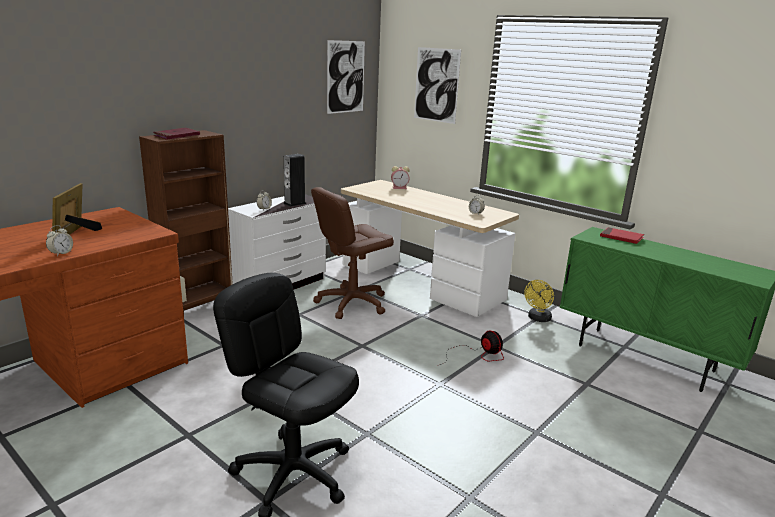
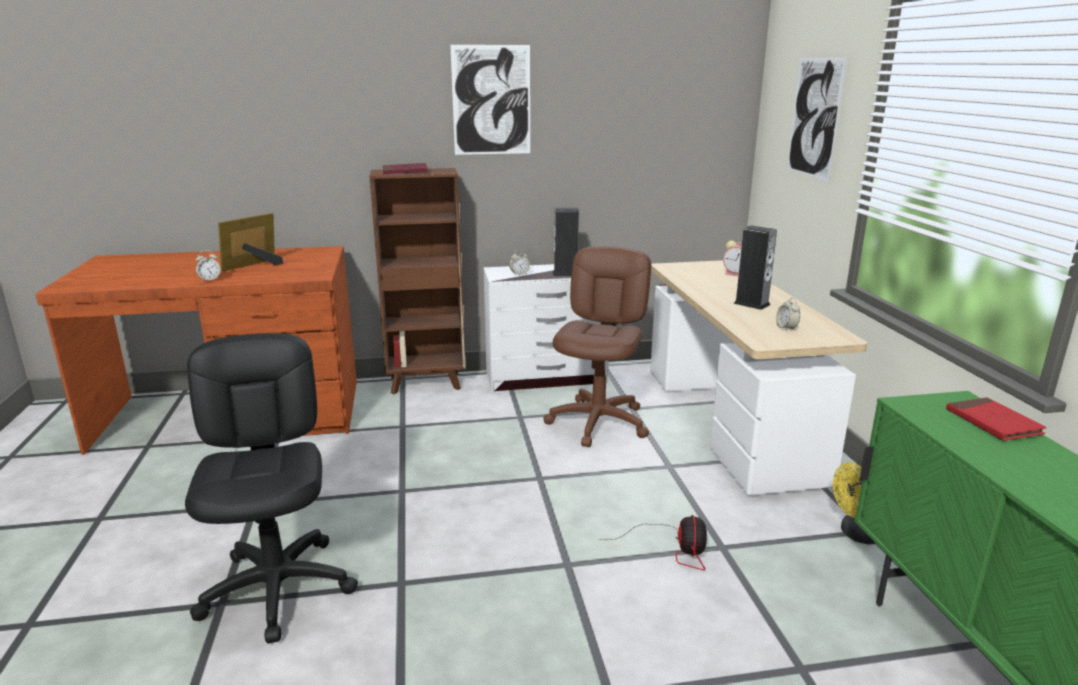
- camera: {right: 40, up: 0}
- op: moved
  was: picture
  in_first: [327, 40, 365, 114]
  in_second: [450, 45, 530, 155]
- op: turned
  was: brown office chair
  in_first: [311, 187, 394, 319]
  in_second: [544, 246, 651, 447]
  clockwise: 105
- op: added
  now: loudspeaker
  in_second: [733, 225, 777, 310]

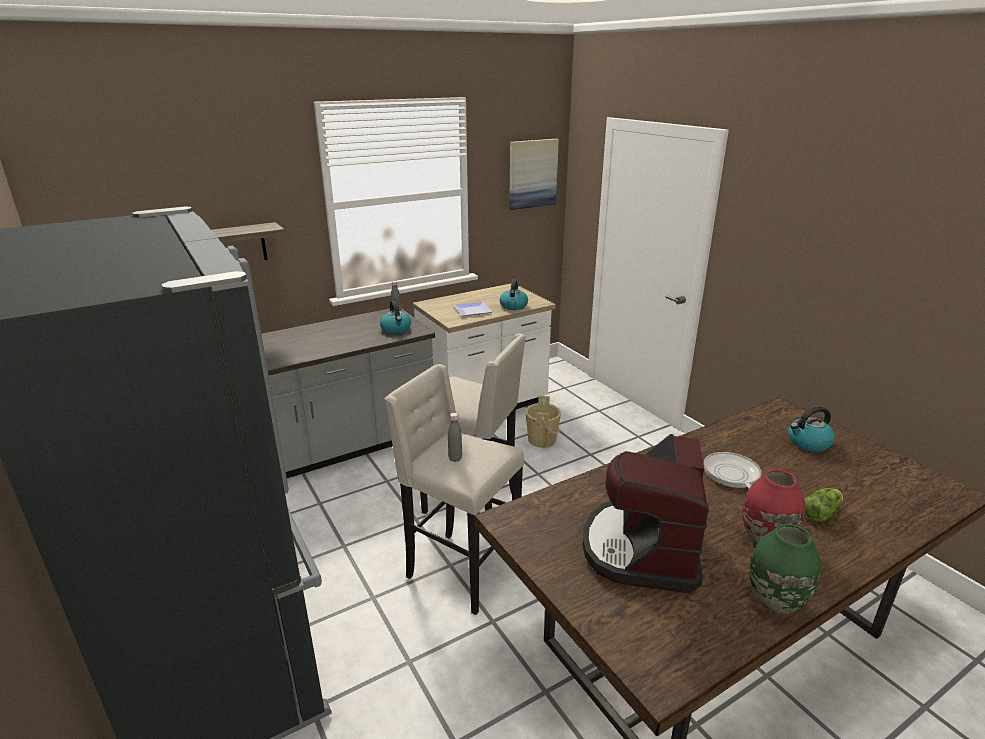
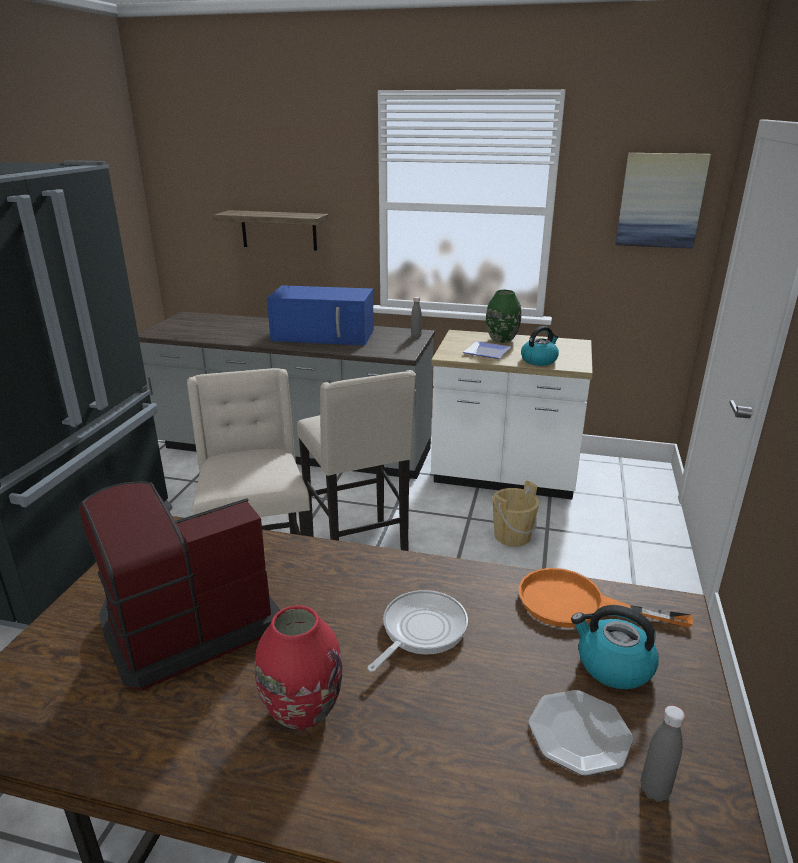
- camera: {right: 45, up: 0}
- op: added
  now: blue-coloured kitchen microwave
  in_second: [267, 285, 374, 345]
- op: moved
  was: green flower vase
  in_first: [750, 524, 821, 614]
  in_second: [486, 290, 521, 343]
- op: added
  now: orangey skillet
  in_second: [519, 568, 693, 628]
- op: added
  now: dinner plate
  in_second: [528, 690, 634, 776]
- op: moved
  was: gray bottle
  in_first: [448, 413, 462, 462]
  in_second: [641, 706, 685, 802]
- op: removed
  was: tea kettle
  in_first: [380, 300, 411, 334]
- op: removed
  was: lettuce
  in_first: [804, 488, 843, 522]

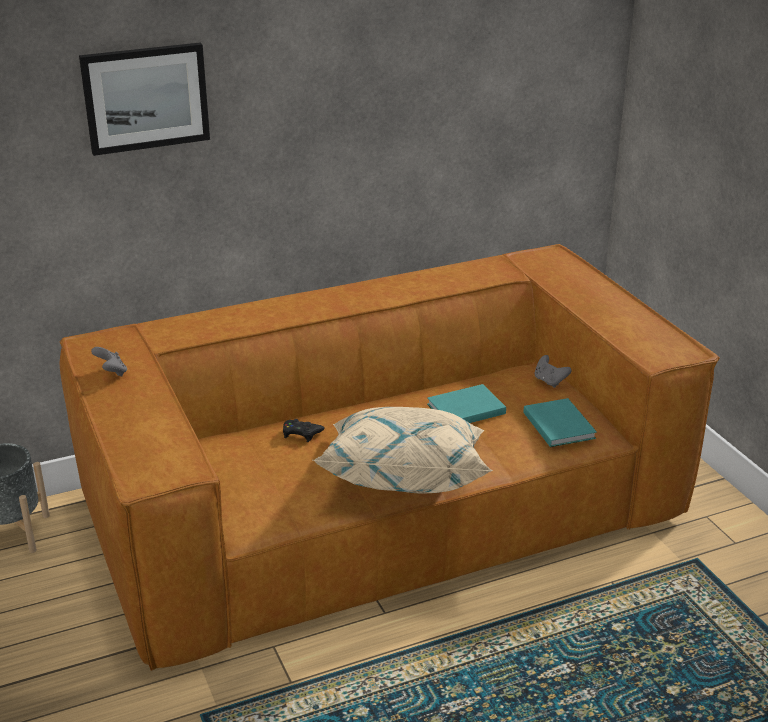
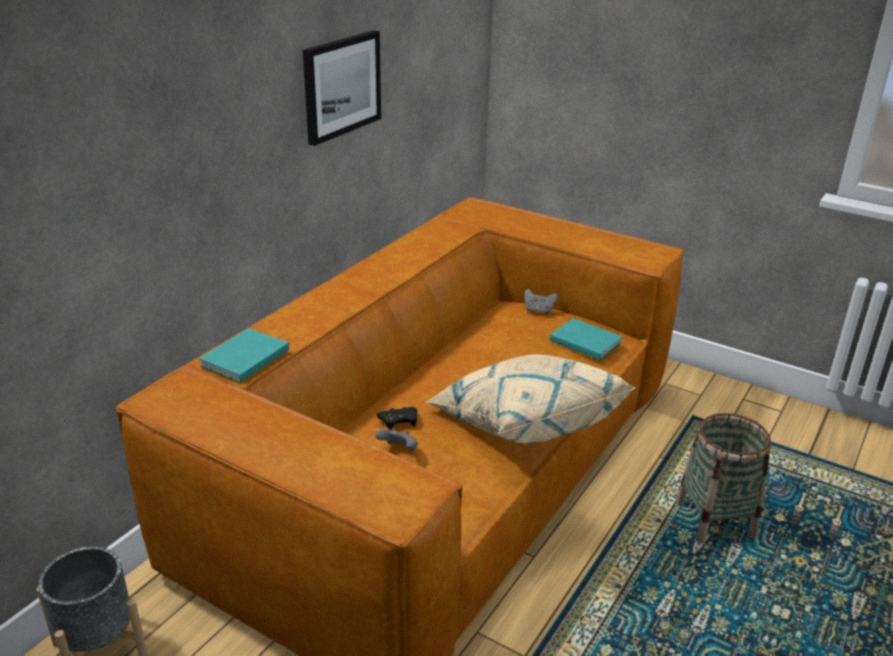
- camera: {right: -35, up: 0}
- op: moved
  was: turquoise-coloured bound book
  in_first: [427, 384, 506, 423]
  in_second: [199, 328, 289, 383]
- op: moved
  was: picture
  in_first: [79, 43, 210, 156]
  in_second: [303, 30, 381, 146]
- op: moved
  was: gray gamepad
  in_first: [91, 347, 127, 376]
  in_second: [375, 429, 418, 451]
- op: added
  now: household basket
  in_second: [676, 413, 771, 543]

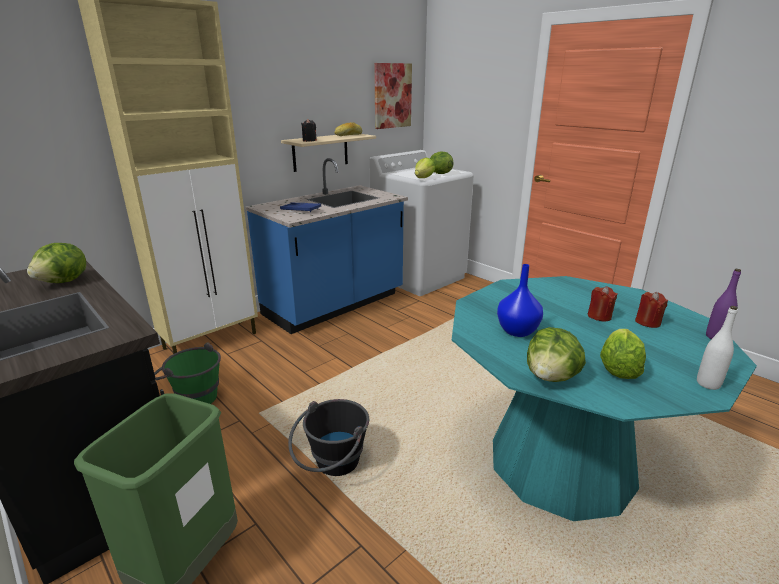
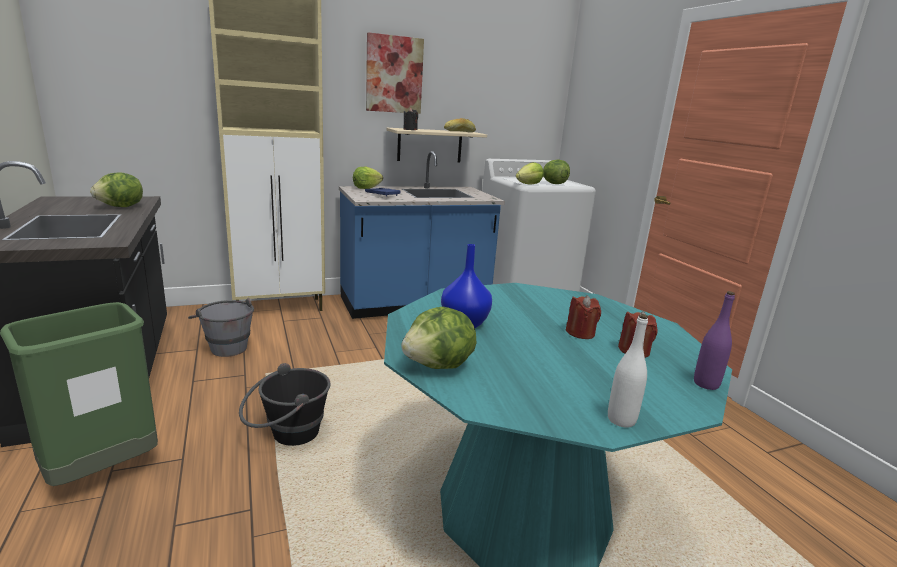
- camera: {right: 20, up: -5}
- op: recoloured
  was: green pail
  now: gray pail
  in_first: [154, 342, 221, 404]
  in_second: [188, 298, 254, 357]
- op: moved
  was: lettuce
  in_first: [600, 329, 646, 379]
  in_second: [353, 167, 383, 189]
- op: moved
  was: picture
  in_first: [374, 63, 412, 129]
  in_second: [366, 32, 424, 114]

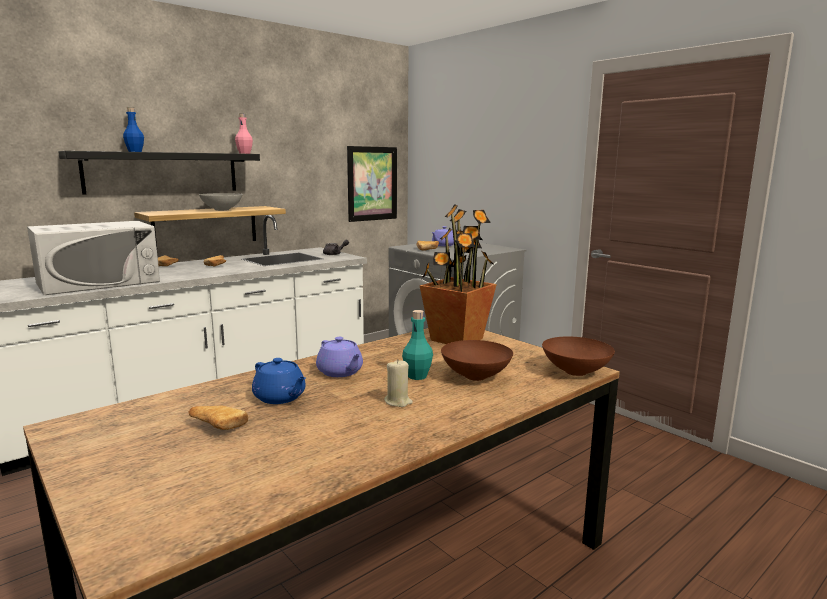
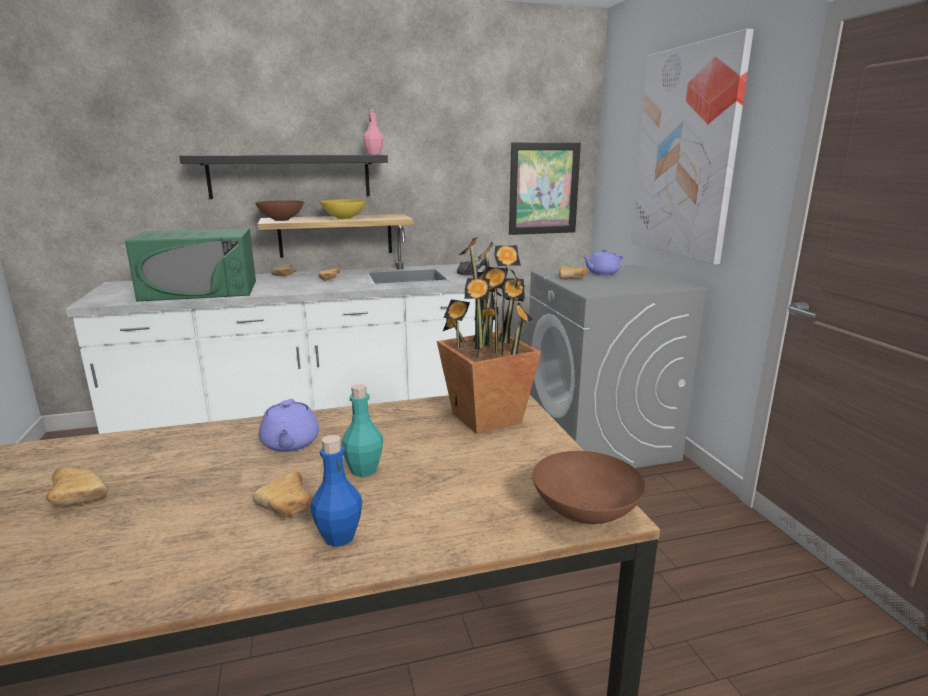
- camera: {right: 25, up: 5}
- op: recoloured
  was: white-coloured kitchen microwave
  now: green kitchen microwave
  in_first: [27, 221, 160, 295]
  in_second: [125, 228, 256, 302]
- op: replaced
  was: beige-coloured wax candle
  now: baked bread
  in_first: [384, 360, 413, 407]
  in_second: [253, 472, 313, 518]
- op: moved
  was: brown serving bowl
  in_first: [441, 340, 513, 381]
  in_second: [255, 200, 304, 221]
- op: moved
  was: blue-coloured bottle
  in_first: [123, 107, 144, 152]
  in_second: [310, 435, 362, 547]
- op: recoloured
  was: gray serving bowl
  now: yellowish serving bowl
  in_first: [199, 193, 243, 211]
  in_second: [320, 199, 366, 219]
- op: added
  now: picture
  in_second: [631, 29, 754, 265]
- op: removed
  was: blue-coloured teapot
  in_first: [252, 358, 306, 404]

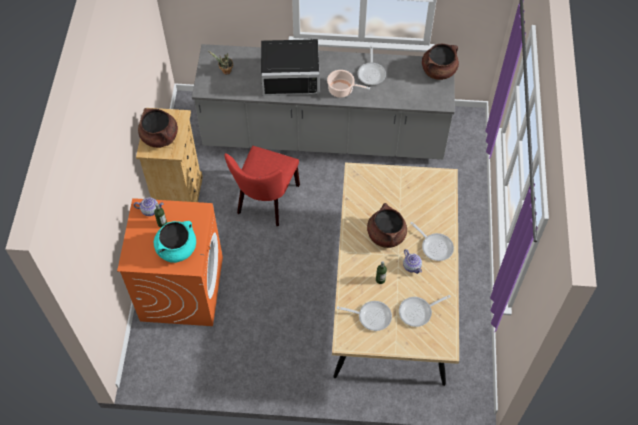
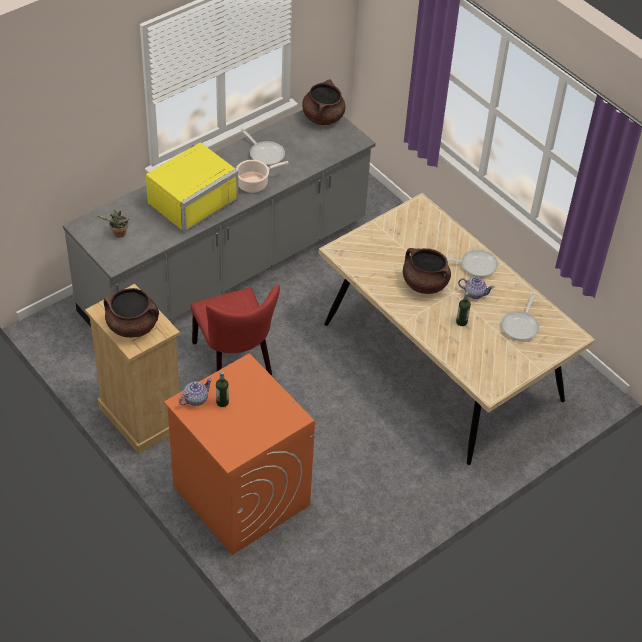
- camera: {right: -45, up: -10}
- op: recoloured
  was: black kitchen microwave
  now: yellowish kitchen microwave
  in_first: [261, 39, 319, 96]
  in_second: [146, 142, 239, 232]
- op: removed
  was: turquoise-coloured saucepot
  in_first: [154, 221, 196, 263]
- op: removed
  was: skillet
  in_first: [337, 301, 392, 331]

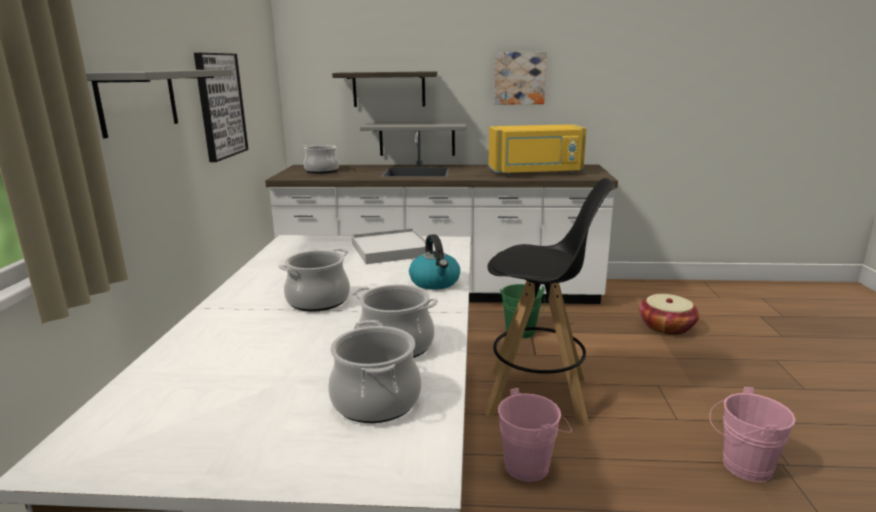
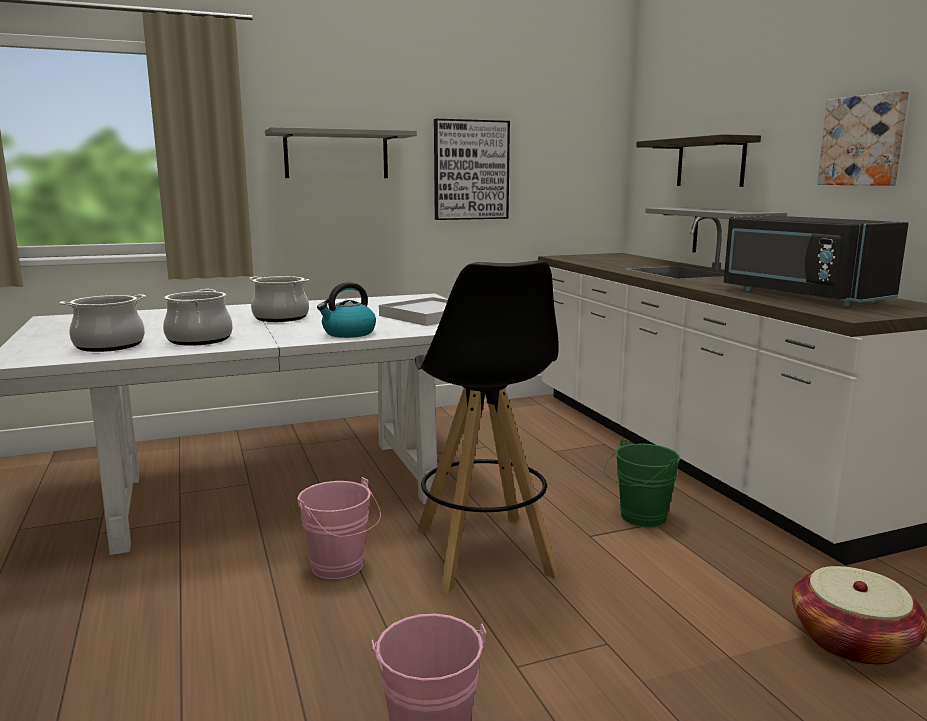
- camera: {right: 65, up: -5}
- op: recoloured
  was: yellowish kitchen microwave
  now: black kitchen microwave
  in_first: [489, 124, 587, 175]
  in_second: [724, 216, 908, 306]
- op: removed
  was: saucepot
  in_first: [303, 145, 339, 174]

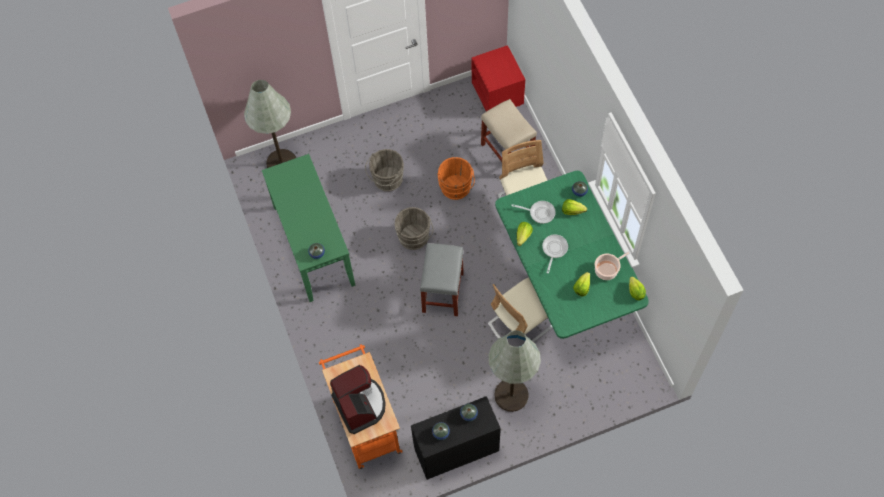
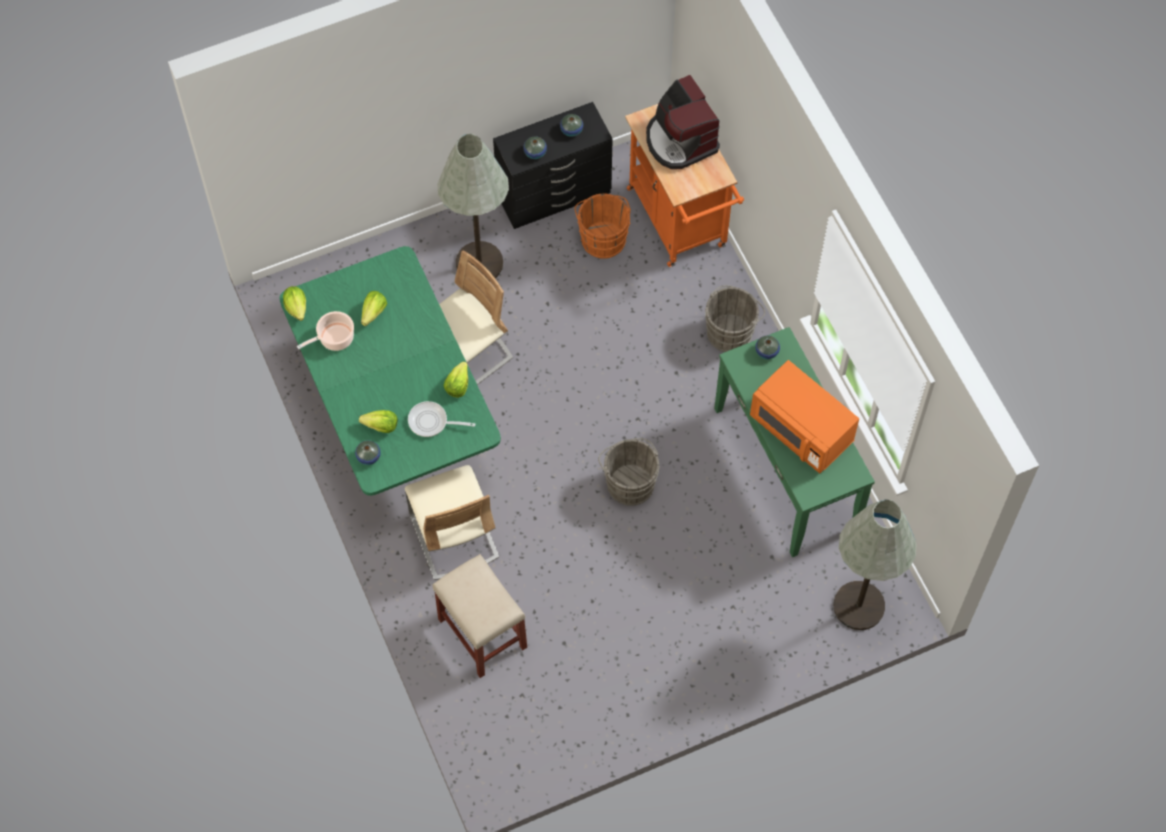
- camera: {right: 175, up: 0}
- op: moved
  was: orangey pail
  in_first: [437, 157, 475, 200]
  in_second: [575, 194, 631, 259]
- op: moved
  was: gray pail
  in_first: [365, 149, 404, 192]
  in_second: [705, 285, 765, 352]
- op: added
  now: orangey kitchen microwave
  in_second: [750, 360, 859, 474]
- op: removed
  was: gray sitting stool
  in_first: [420, 243, 464, 316]
- op: removed
  was: reddish bedside table
  in_first: [472, 45, 525, 112]
- op: removed
  was: skillet
  in_first: [542, 234, 568, 273]

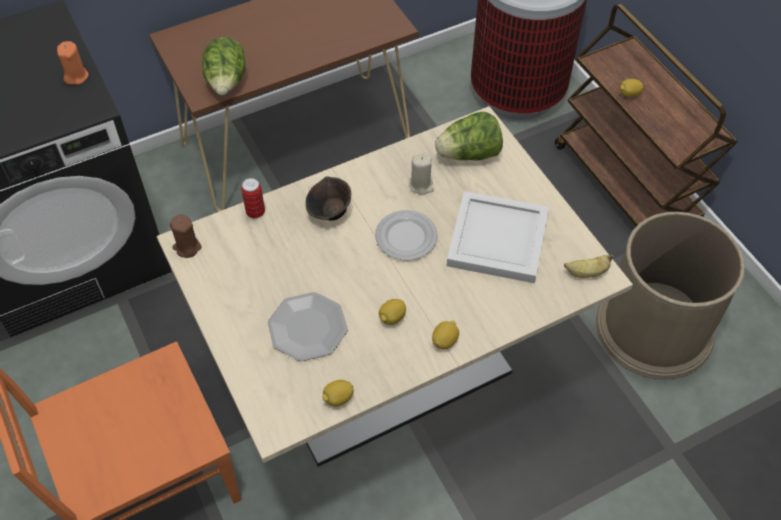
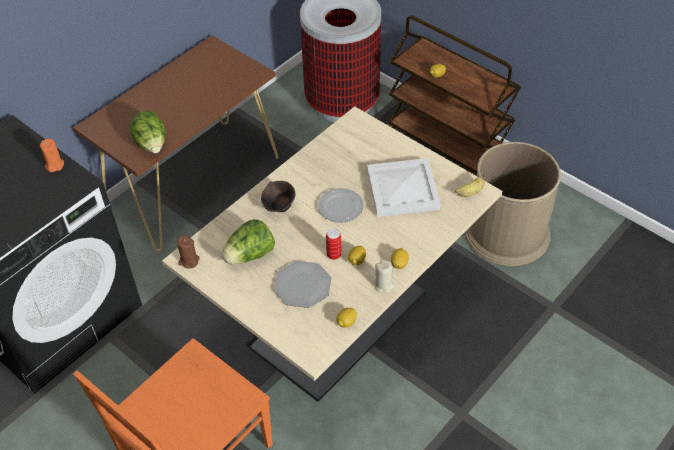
- camera: {right: -20, up: -5}
- op: moved
  was: lettuce
  in_first: [435, 112, 503, 161]
  in_second: [221, 219, 275, 264]
- op: moved
  was: sealed can
  in_first: [241, 178, 265, 218]
  in_second: [326, 228, 342, 260]
- op: moved
  was: beige-coloured wax candle
  in_first: [409, 153, 434, 195]
  in_second: [373, 260, 395, 293]

